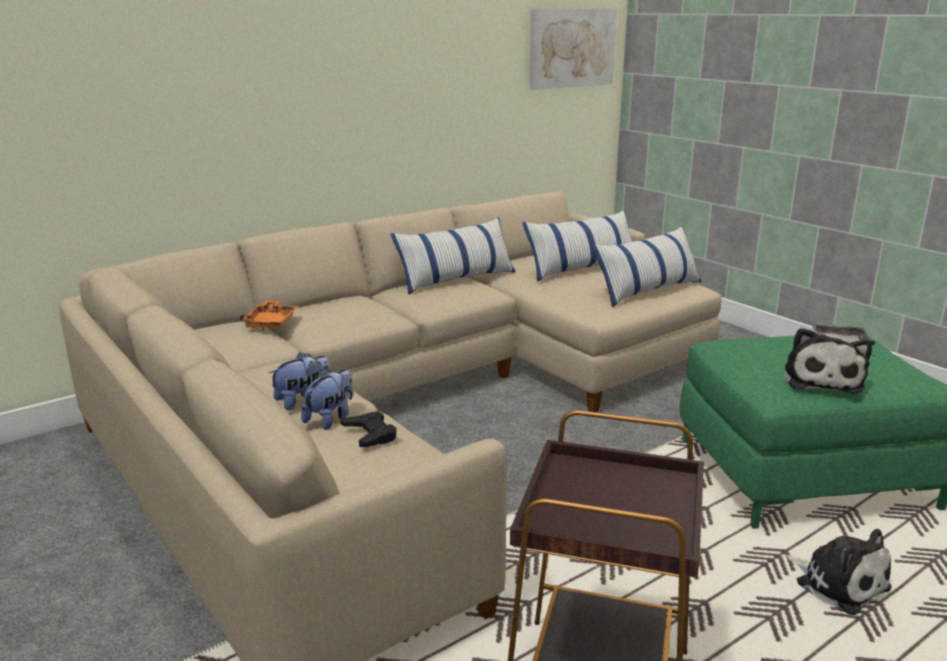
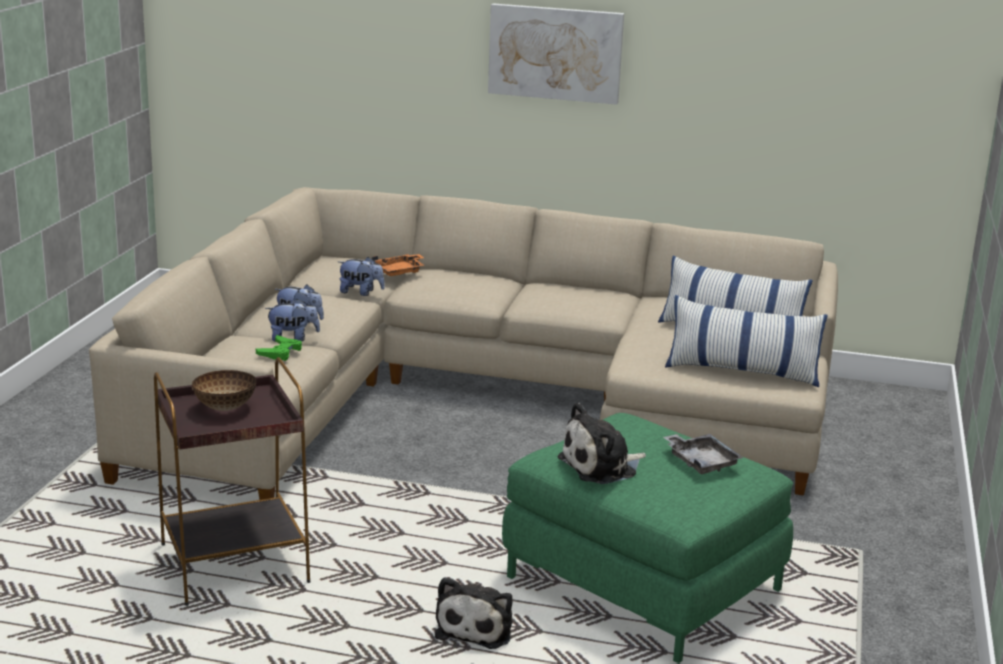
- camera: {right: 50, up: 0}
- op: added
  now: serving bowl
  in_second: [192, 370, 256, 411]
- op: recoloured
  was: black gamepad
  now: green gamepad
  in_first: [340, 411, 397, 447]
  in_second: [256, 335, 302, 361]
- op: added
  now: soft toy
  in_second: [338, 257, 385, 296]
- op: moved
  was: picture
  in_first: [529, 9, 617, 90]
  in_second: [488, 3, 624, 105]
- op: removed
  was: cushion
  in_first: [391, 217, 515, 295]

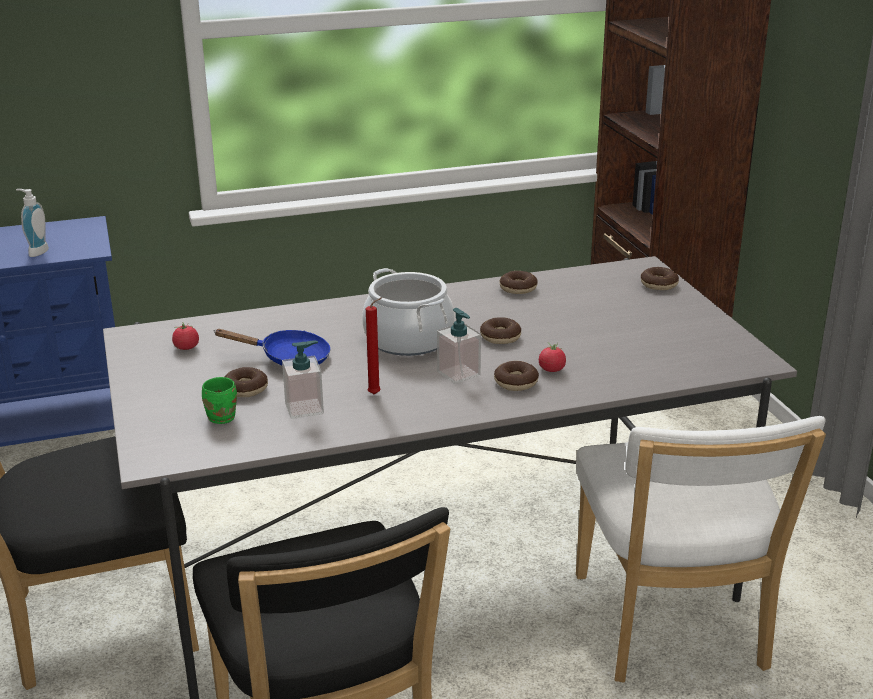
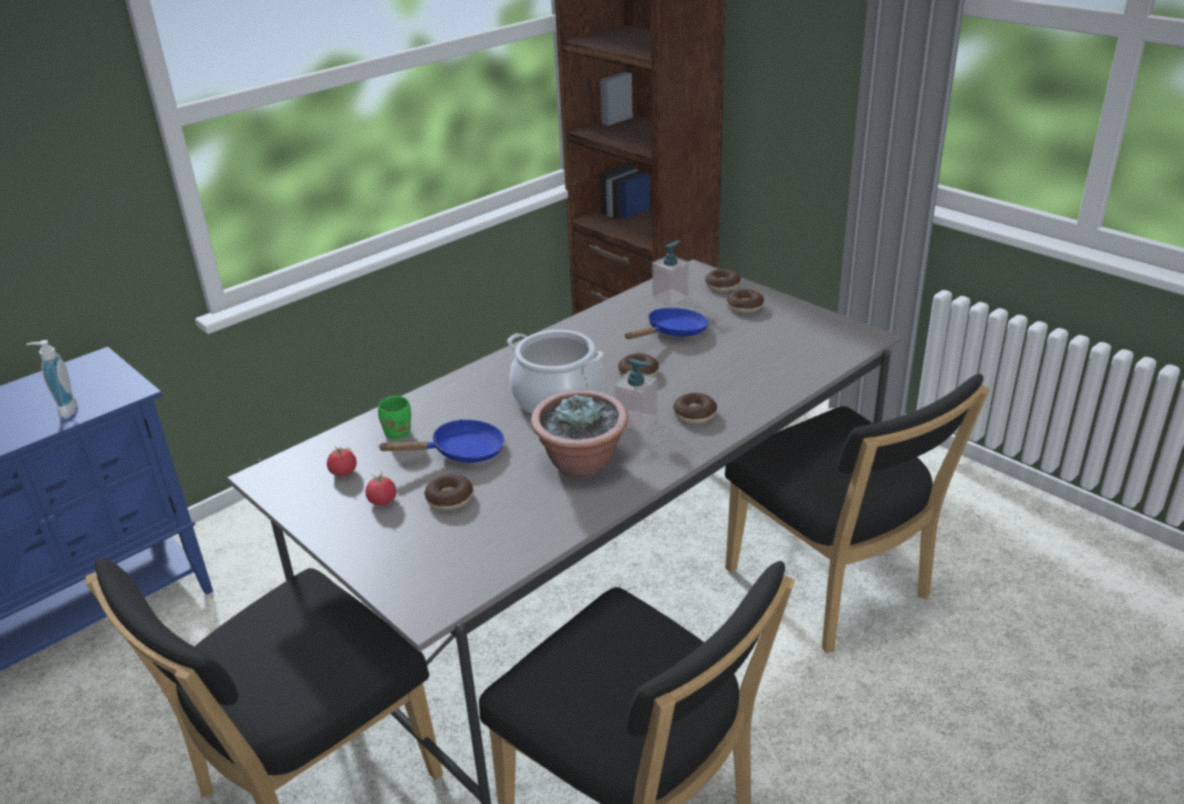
- camera: {right: -25, up: 5}
- op: moved
  was: tomato
  in_first: [539, 342, 566, 372]
  in_second: [365, 473, 396, 506]
- op: moved
  was: green mug
  in_first: [202, 377, 237, 424]
  in_second: [378, 396, 411, 440]
- op: replaced
  was: reddish wax candle
  now: potted plant
  in_first: [366, 297, 383, 394]
  in_second: [531, 390, 628, 479]
- op: added
  now: blue-coloured skillet
  in_second: [625, 308, 708, 339]
- op: moved
  was: soap bottle
  in_first: [282, 341, 324, 419]
  in_second: [652, 240, 689, 305]
- op: recoloured
  was: white-coloured upright chair
  now: black upright chair
  in_first: [576, 416, 826, 682]
  in_second: [725, 374, 990, 653]
- op: moved
  was: ring doughnut
  in_first: [500, 271, 538, 294]
  in_second: [727, 289, 764, 313]

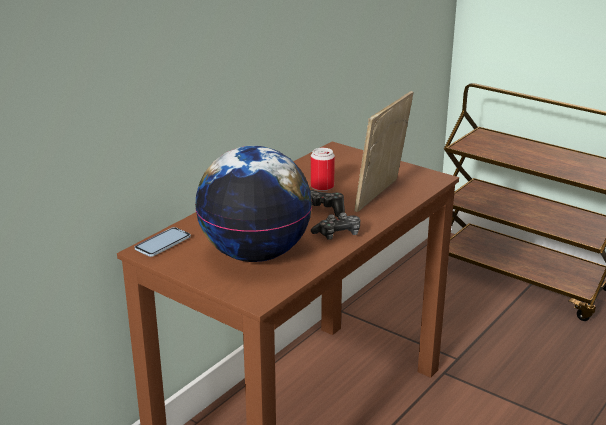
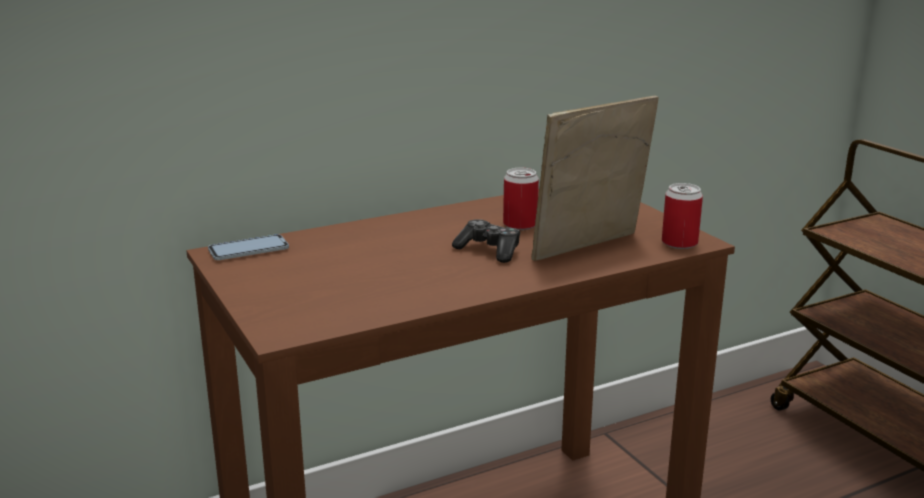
- camera: {right: 25, up: -5}
- op: added
  now: sealed can
  in_second: [662, 183, 703, 249]
- op: removed
  was: globe
  in_first: [195, 146, 312, 262]
- op: removed
  was: gamepad
  in_first: [311, 212, 360, 240]

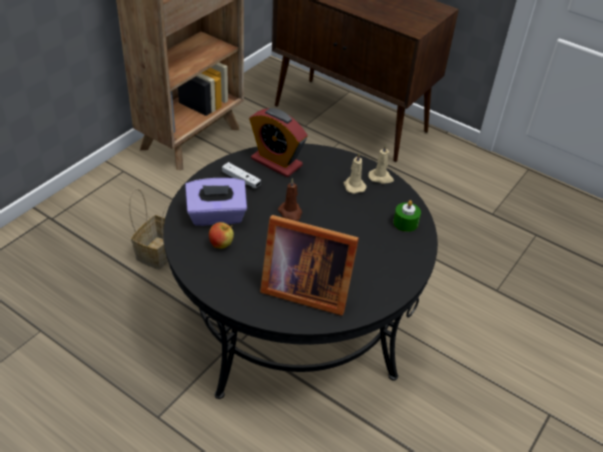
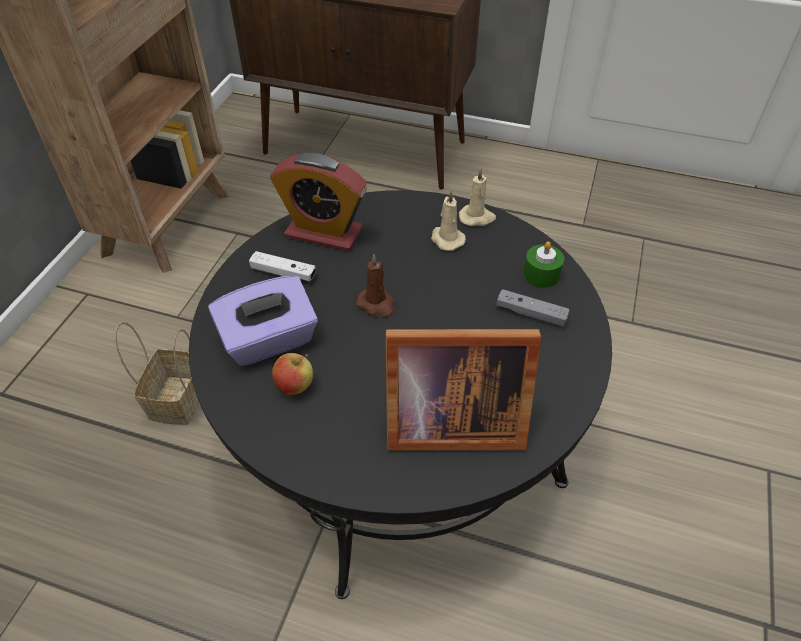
- camera: {right: -15, up: 5}
- op: added
  now: gray gamepad
  in_second: [496, 289, 569, 327]

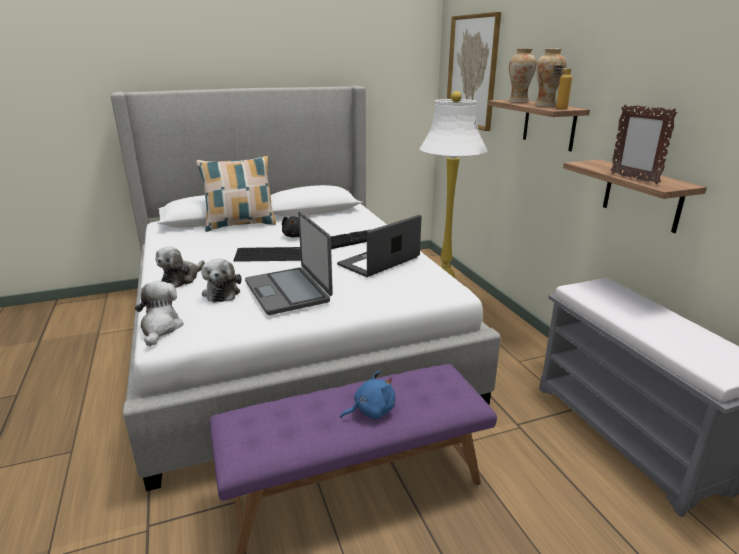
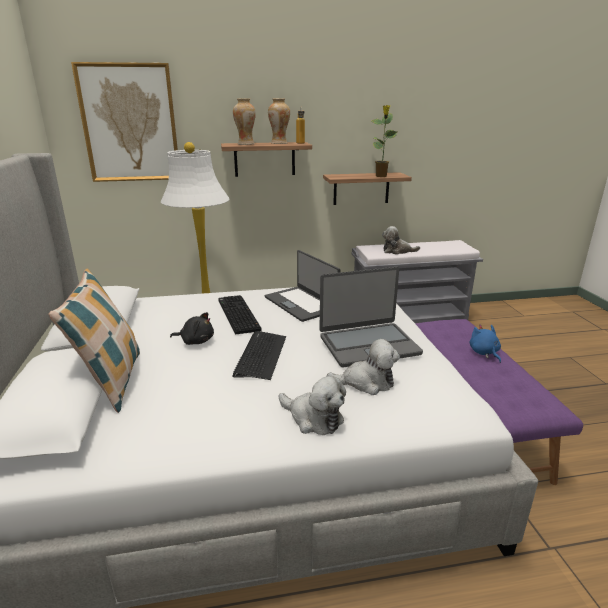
- camera: {right: -80, up: 0}
- op: replaced
  was: standing frame
  now: potted plant
  in_first: [610, 104, 678, 184]
  in_second: [372, 105, 397, 177]
- op: moved
  was: soft toy
  in_first: [135, 281, 184, 346]
  in_second: [382, 226, 420, 255]

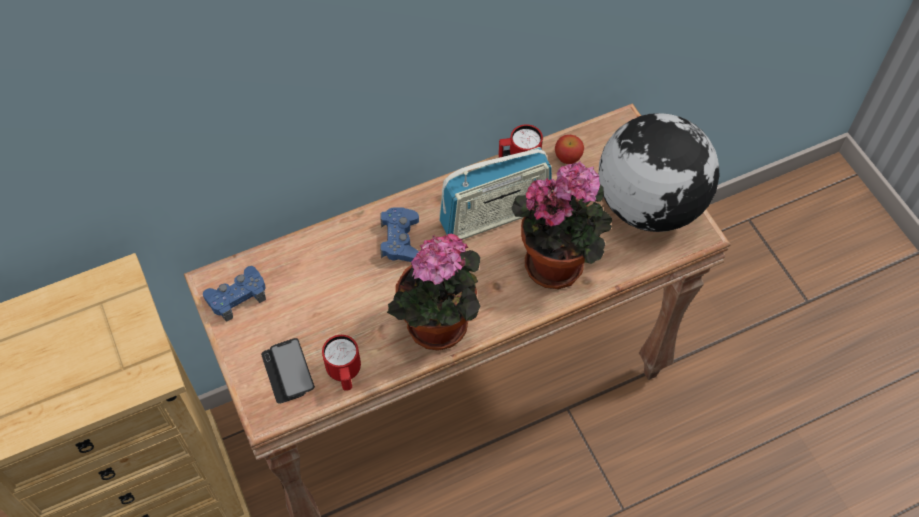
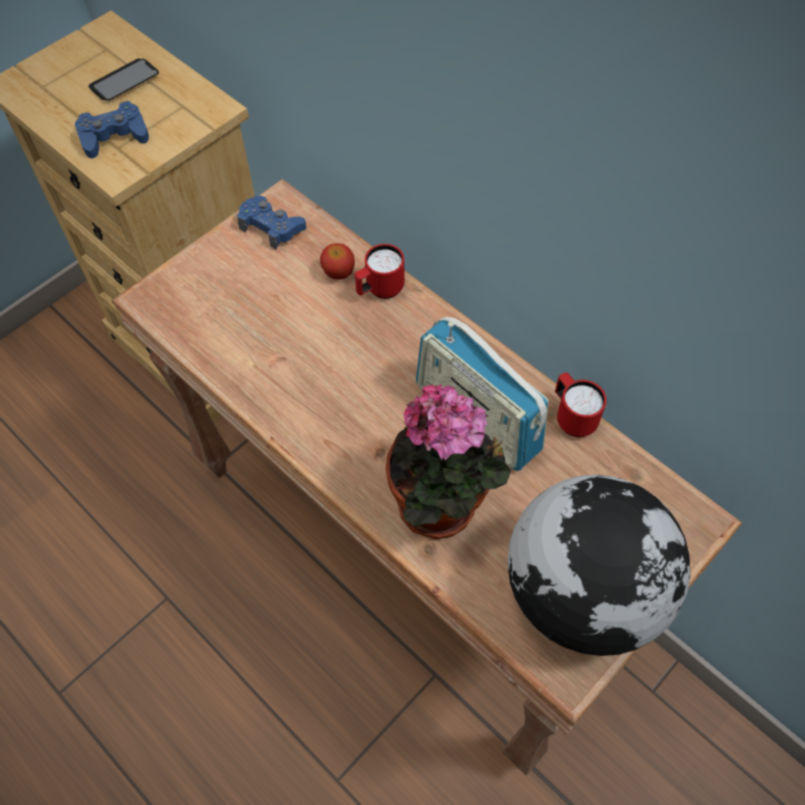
- camera: {right: 70, up: 0}
- op: moved
  was: blue-coloured gamepad
  in_first: [380, 207, 419, 262]
  in_second: [75, 101, 149, 159]
- op: moved
  was: handset
  in_first: [261, 338, 315, 404]
  in_second: [89, 58, 159, 101]
- op: moved
  was: apple fruit
  in_first: [555, 135, 584, 164]
  in_second: [320, 243, 355, 280]
- op: moved
  was: reddish mug
  in_first: [322, 335, 361, 391]
  in_second: [354, 244, 405, 299]
- op: removed
  was: potted plant
  in_first: [387, 233, 480, 351]

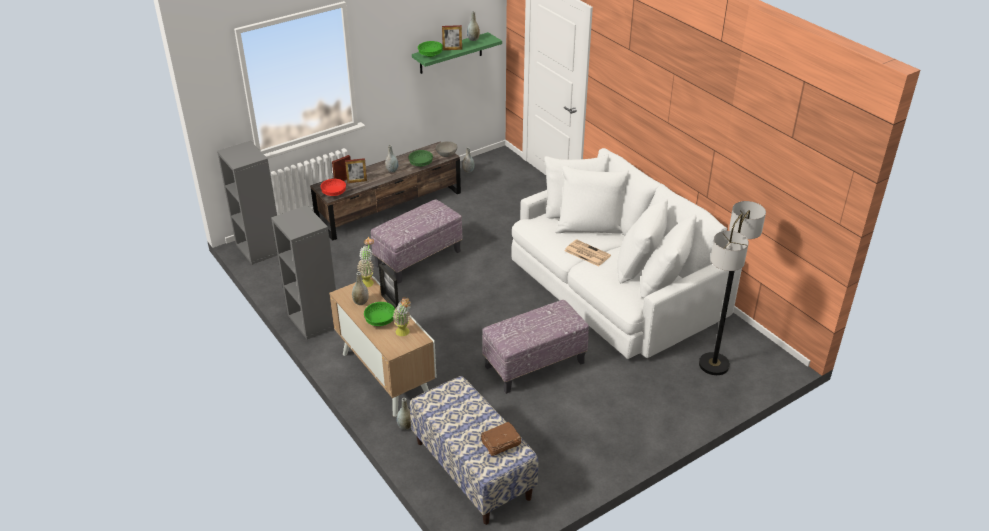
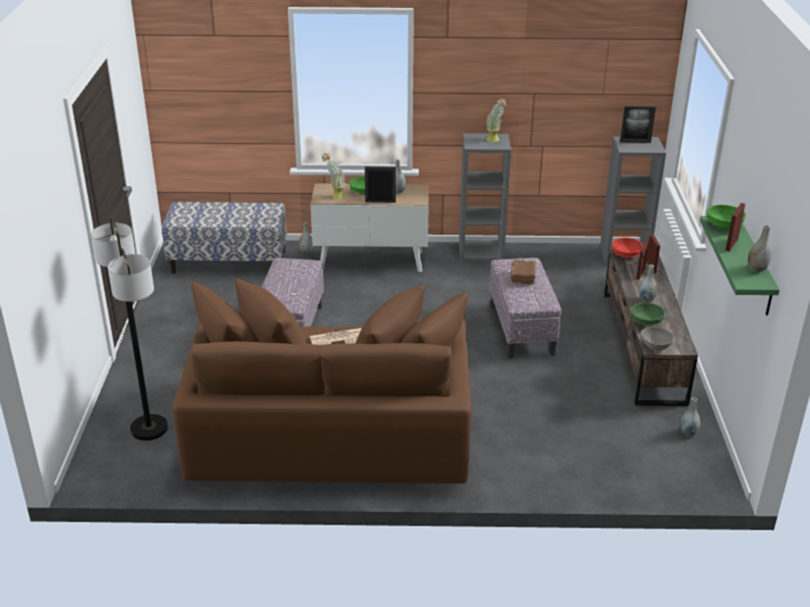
- camera: {right: 125, up: -5}
- op: recoloured
  was: white-coloured couch
  now: brown couch
  in_first: [511, 148, 742, 359]
  in_second: [173, 278, 471, 484]
- op: moved
  was: potted plant
  in_first: [357, 237, 374, 287]
  in_second: [486, 98, 506, 142]
- op: moved
  was: brown bound book
  in_first: [481, 422, 521, 456]
  in_second: [511, 260, 536, 285]
- op: added
  now: standing frame
  in_second: [620, 106, 656, 143]

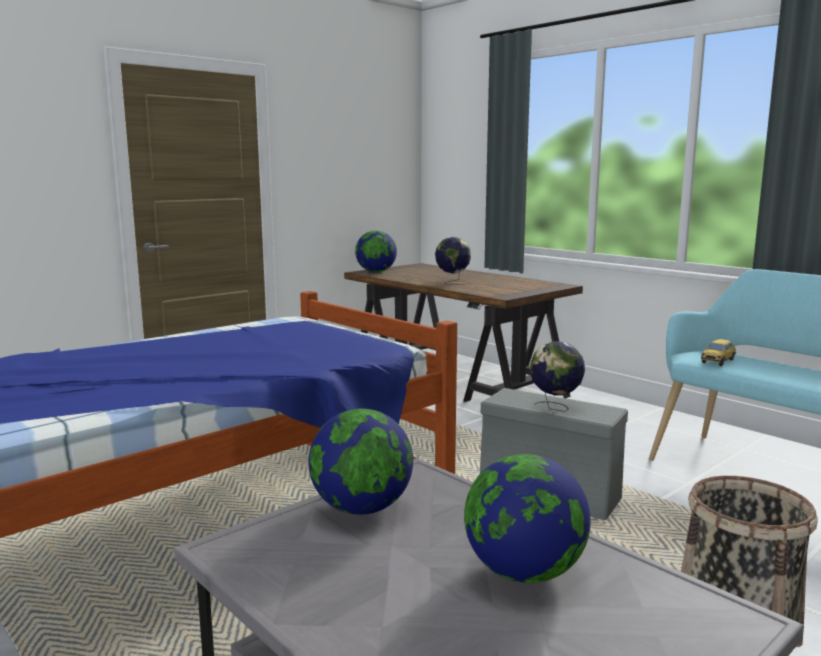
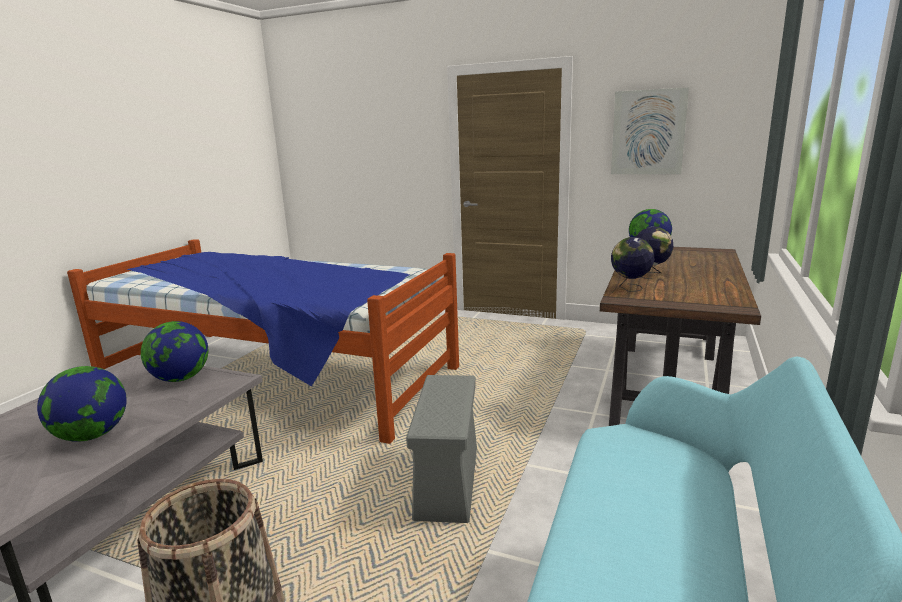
- camera: {right: 65, up: 5}
- op: added
  now: picture
  in_second: [611, 87, 689, 174]
- op: moved
  was: globe
  in_first: [530, 341, 585, 412]
  in_second: [611, 237, 655, 291]
- op: removed
  was: miniature car
  in_first: [701, 339, 736, 366]

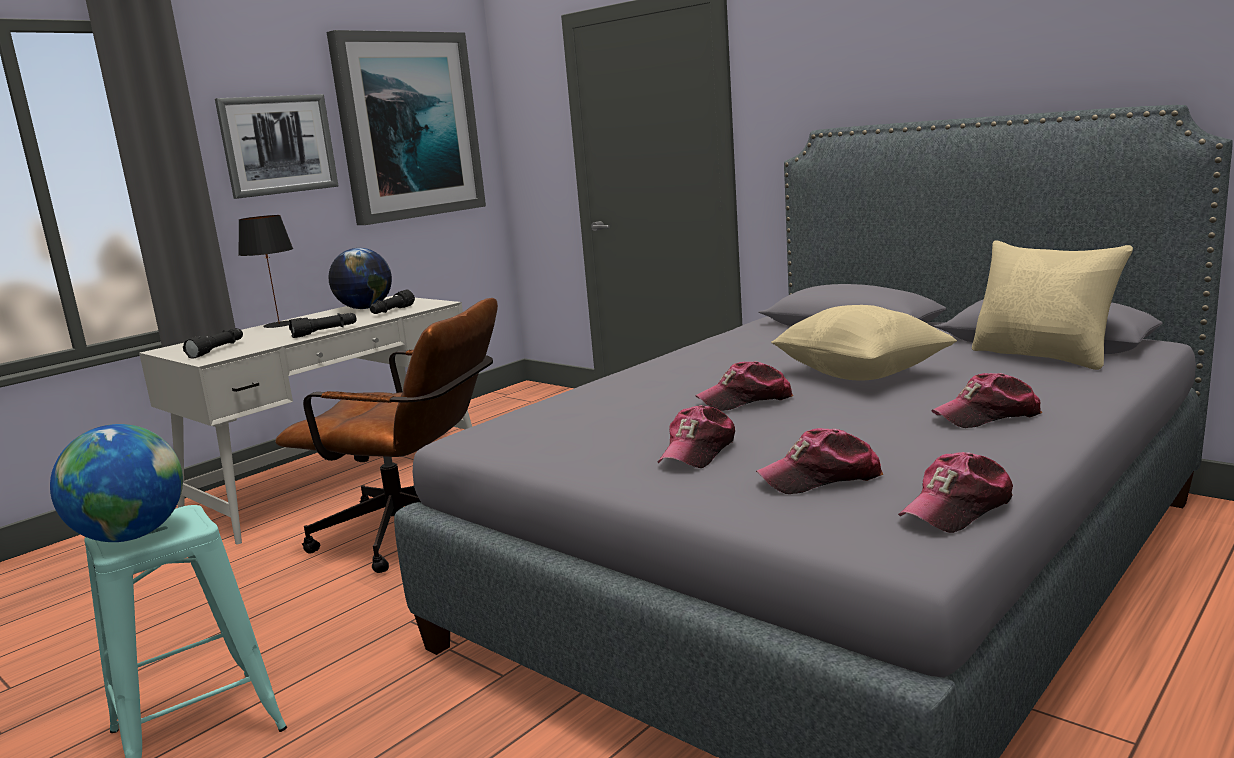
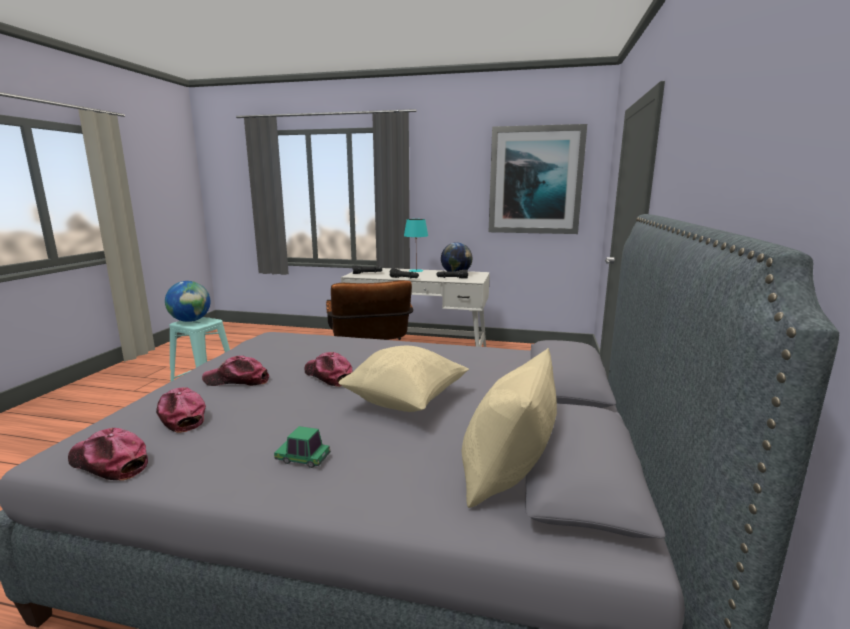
- camera: {right: 60, up: 0}
- op: replaced
  was: baseball cap
  now: miniature car
  in_first: [932, 373, 1043, 428]
  in_second: [274, 426, 331, 468]
- op: recoloured
  was: black table lamp
  now: turquoise-coloured table lamp
  in_first: [238, 215, 293, 328]
  in_second: [404, 219, 428, 272]
- op: removed
  was: picture
  in_first: [215, 94, 339, 199]

